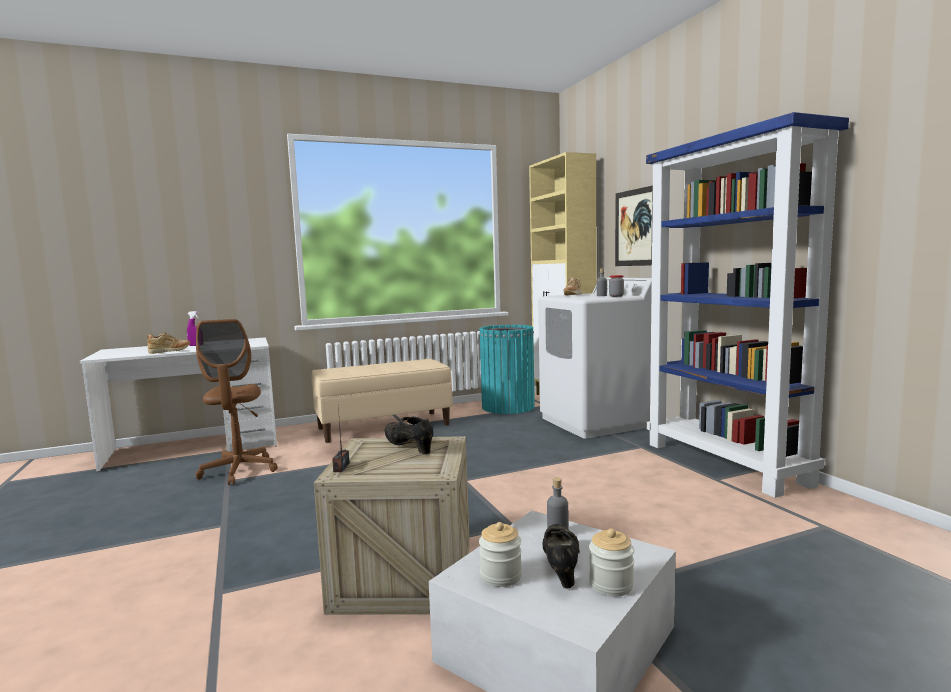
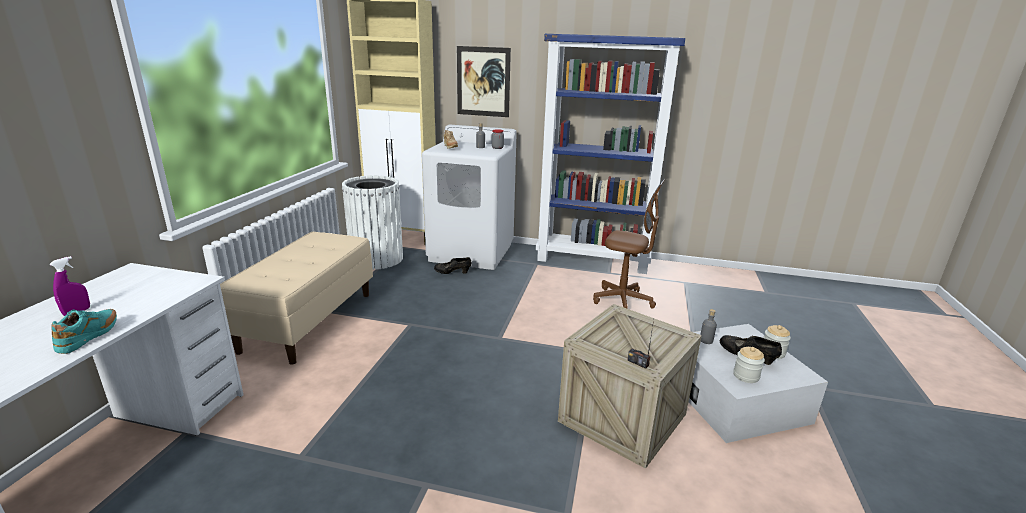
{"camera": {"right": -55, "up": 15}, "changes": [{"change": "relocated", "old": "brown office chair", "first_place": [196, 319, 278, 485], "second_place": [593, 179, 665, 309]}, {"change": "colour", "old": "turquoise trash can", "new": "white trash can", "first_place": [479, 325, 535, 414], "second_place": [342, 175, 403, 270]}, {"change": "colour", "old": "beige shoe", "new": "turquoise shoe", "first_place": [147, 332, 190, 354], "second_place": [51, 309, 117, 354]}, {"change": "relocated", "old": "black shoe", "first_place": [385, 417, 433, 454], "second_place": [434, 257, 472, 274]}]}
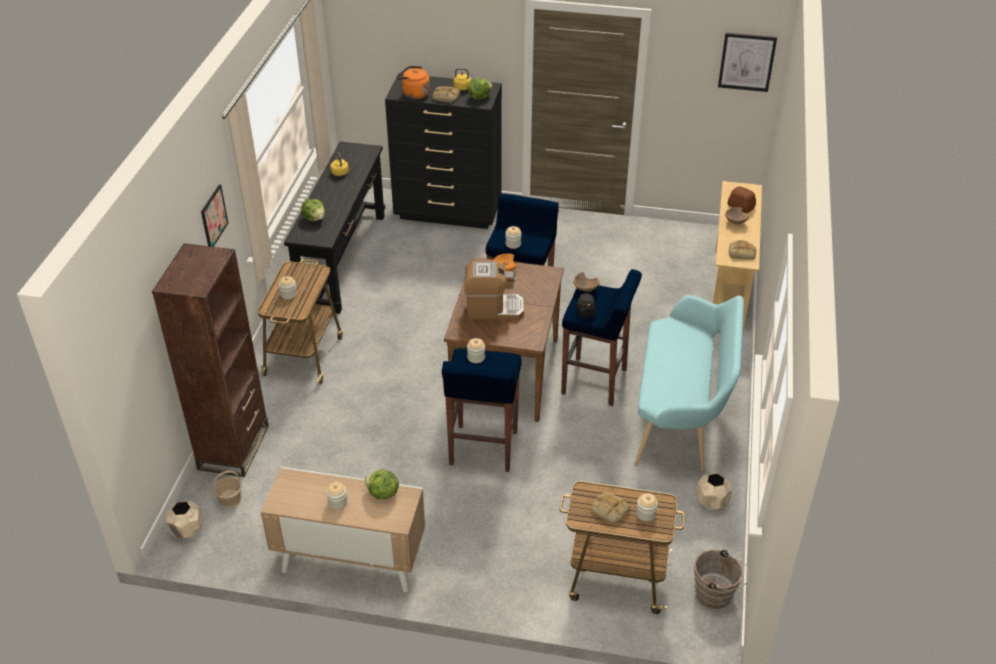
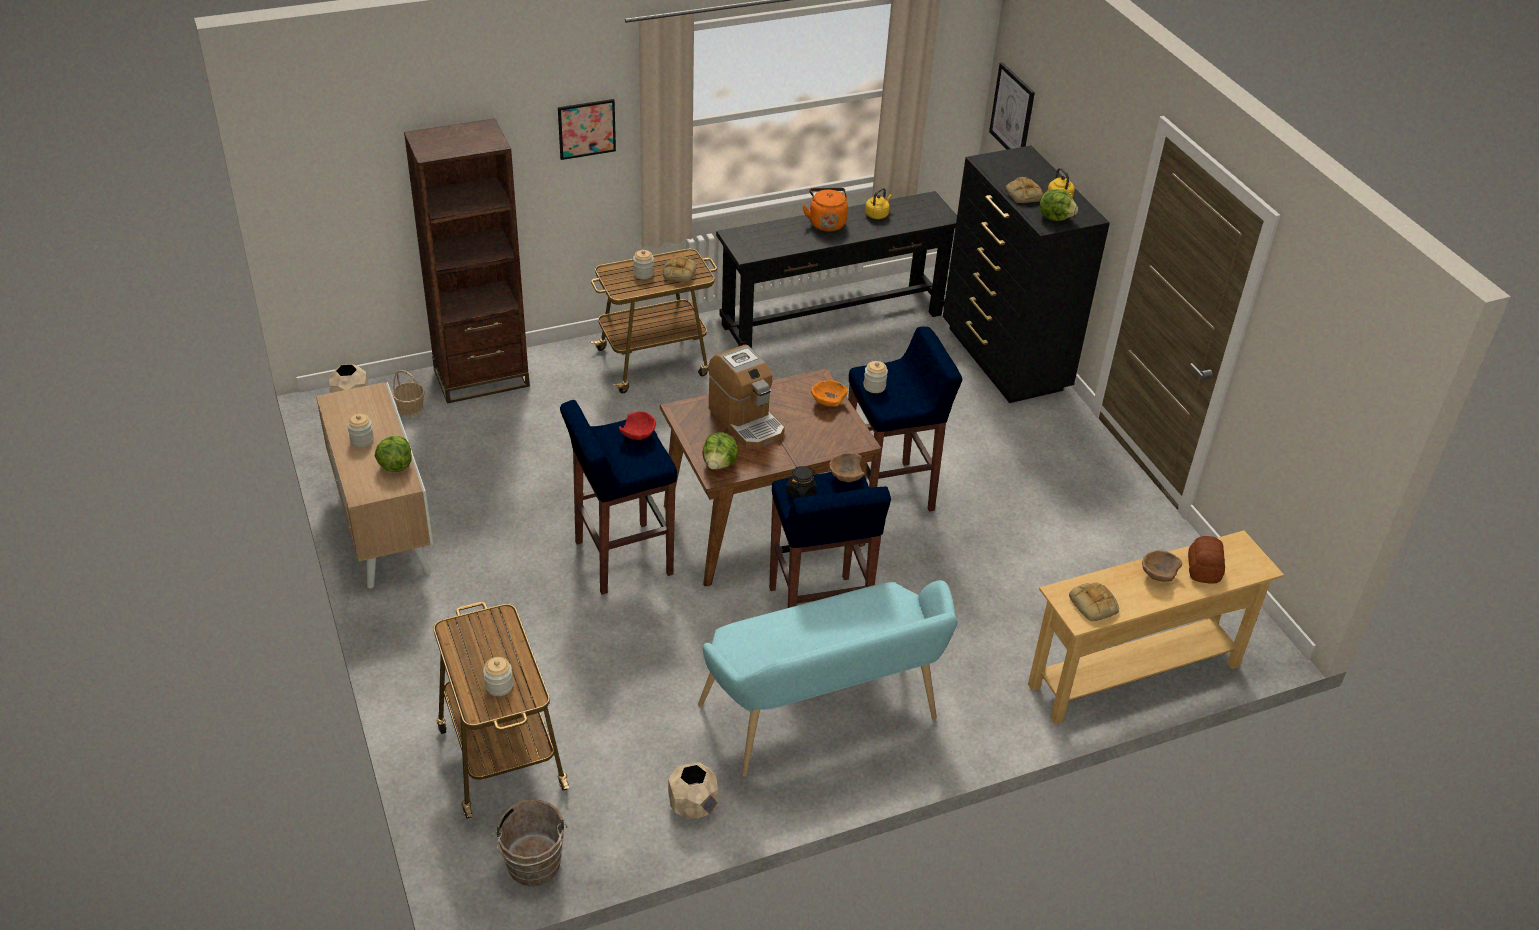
{"camera": {"right": 55, "up": 0}, "changes": [{"change": "relocated", "old": "picture", "first_place": [718, 33, 777, 92], "second_place": [989, 62, 1035, 150]}, {"change": "relocated", "old": "orange kettle", "first_place": [396, 66, 430, 99], "second_place": [802, 188, 848, 232]}, {"change": "relocated", "old": "lettuce", "first_place": [301, 199, 325, 221], "second_place": [702, 432, 739, 470]}, {"change": "exchanged", "old": "jar", "new": "red bowl", "first_place": [467, 338, 485, 363], "second_place": [619, 411, 656, 440]}, {"change": "relocated", "old": "bread", "first_place": [590, 492, 630, 524], "second_place": [663, 256, 696, 283]}]}
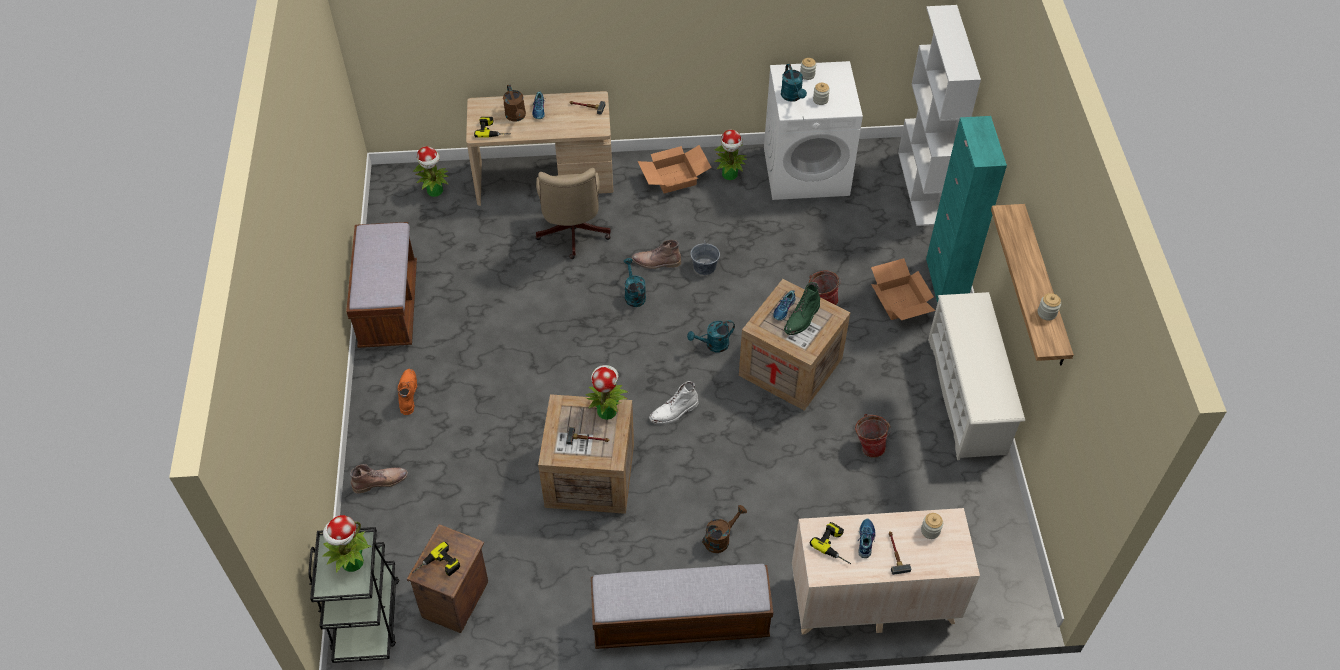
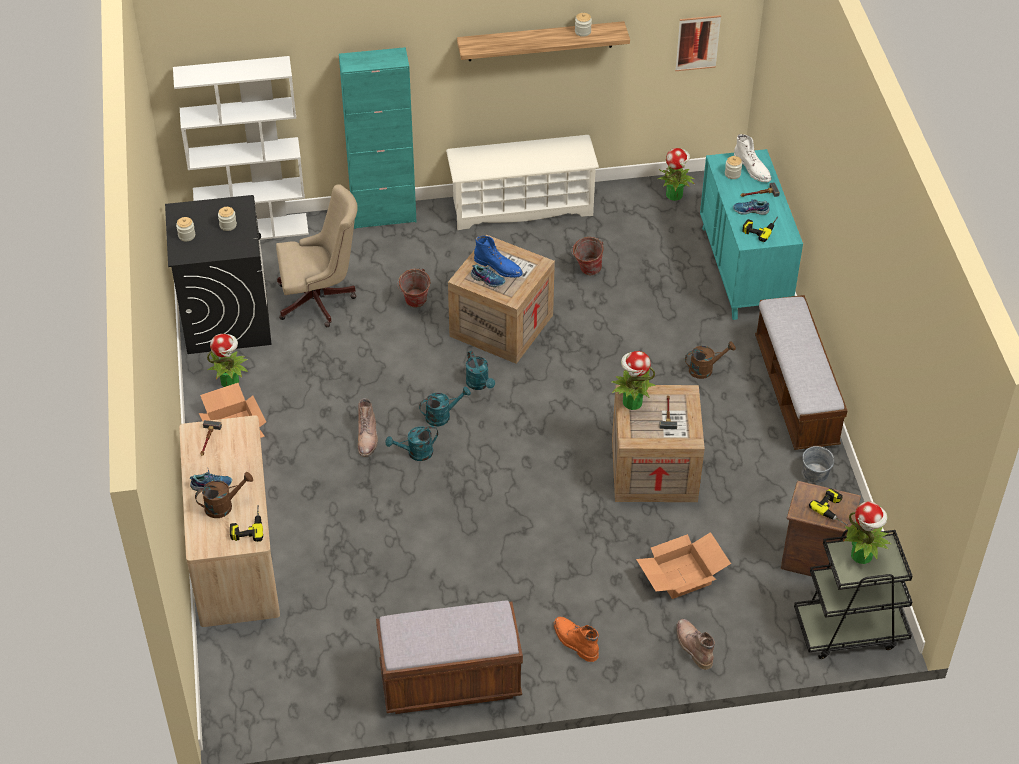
{"camera": {"right": -95, "up": -5}, "changes": [{"change": "colour", "old": "white washing machine", "new": "black washing machine", "first_place": [764, 61, 863, 200], "second_place": [165, 195, 271, 354]}, {"change": "relocated", "old": "turquoise watering can", "first_place": [781, 64, 807, 102], "second_place": [419, 386, 471, 426]}, {"change": "relocated", "old": "potted plant", "first_place": [413, 146, 449, 197], "second_place": [658, 148, 694, 201]}, {"change": "relocated", "old": "beige office chair", "first_place": [535, 168, 611, 259], "second_place": [276, 184, 358, 327]}, {"change": "relocated", "old": "grey bucket", "first_place": [690, 243, 720, 275], "second_place": [802, 446, 834, 483]}, {"change": "relocated", "old": "cardboard box", "first_place": [871, 258, 935, 320], "second_place": [636, 532, 731, 599]}, {"change": "colour", "old": "green boot", "new": "blue boot", "first_place": [784, 282, 820, 335], "second_place": [474, 236, 523, 278]}, {"change": "spun", "old": "orange boot", "first_place": [398, 369, 417, 415], "second_place": [554, 617, 599, 662], "degrees": 60}, {"change": "relocated", "old": "white boot", "first_place": [649, 381, 699, 424], "second_place": [734, 134, 772, 183]}, {"change": "spun", "old": "brown watering can", "first_place": [702, 505, 747, 553], "second_place": [685, 342, 736, 379], "degrees": 120}, {"change": "colour", "old": "beige dresser", "new": "turquoise dresser", "first_place": [792, 508, 980, 634], "second_place": [700, 149, 803, 320]}, {"change": "appeared", "new": "picture", "second_place": [675, 15, 721, 71]}]}
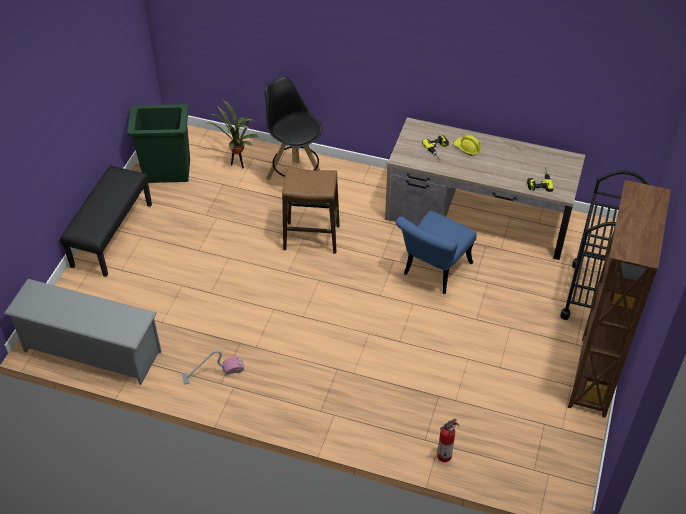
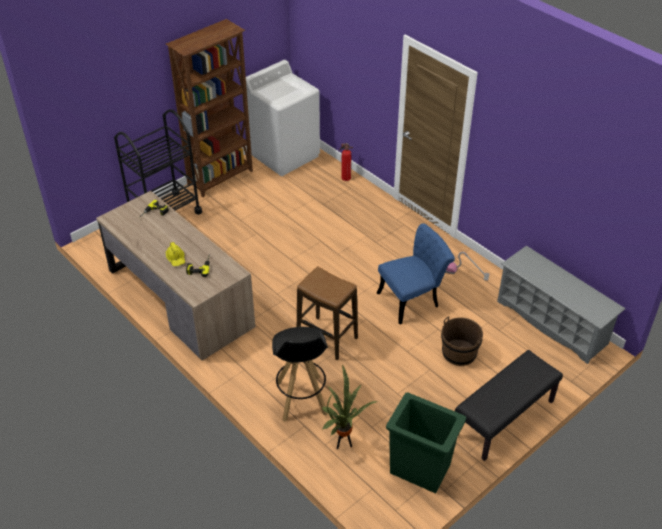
{"camera": {"right": -150, "up": -5}, "changes": [{"change": "relocated", "old": "blue chair", "first_place": [396, 211, 477, 294], "second_place": [377, 223, 455, 325]}, {"change": "appeared", "new": "white washing machine", "second_place": [246, 60, 320, 176]}, {"change": "appeared", "new": "brown bucket", "second_place": [441, 316, 483, 366]}]}
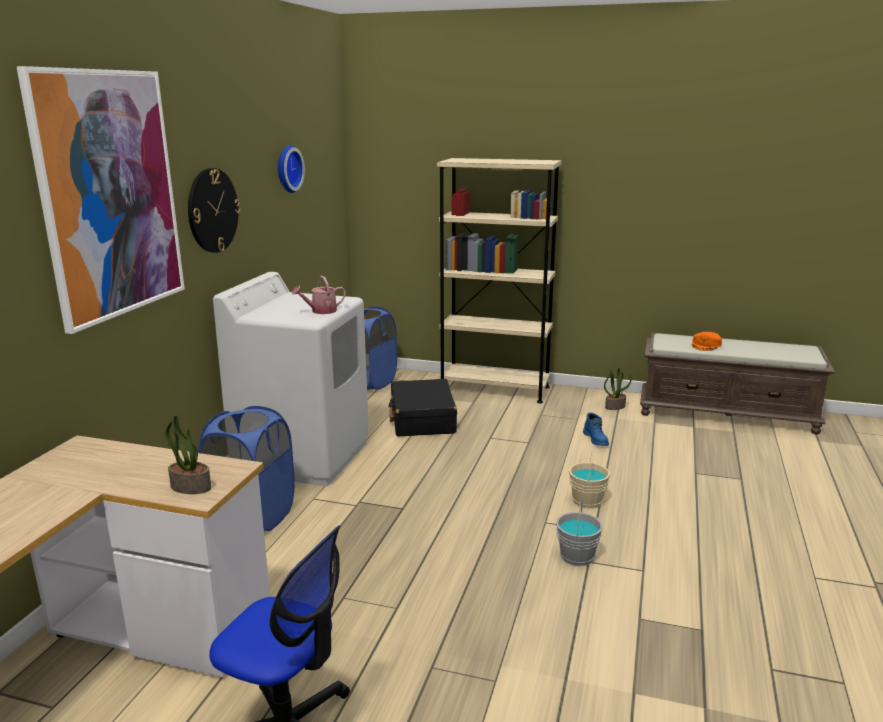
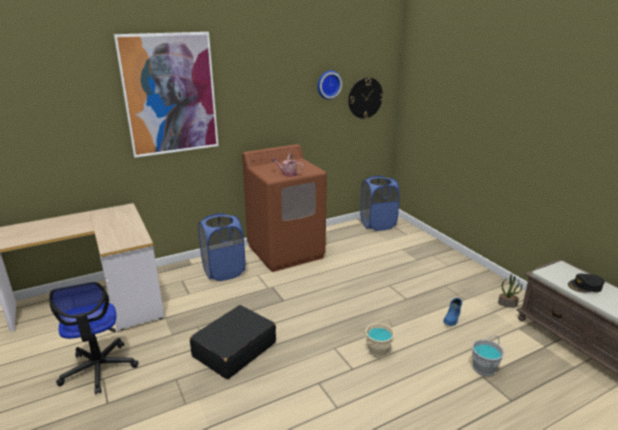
{"camera": {"right": 45, "up": 5}, "changes": [{"change": "missing", "old": "beige bookcase", "first_place": [437, 158, 561, 403]}, {"change": "relocated", "old": "wall clock", "first_place": [188, 168, 241, 253], "second_place": [348, 77, 383, 119]}, {"change": "colour", "old": "white washing machine", "new": "brown washing machine", "first_place": [213, 272, 369, 486], "second_place": [242, 144, 327, 272]}, {"change": "colour", "old": "orange cap", "new": "black cap", "first_place": [692, 332, 722, 351], "second_place": [568, 274, 605, 293]}, {"change": "relocated", "old": "black suitcase", "first_place": [389, 379, 457, 436], "second_place": [190, 305, 276, 379]}, {"change": "missing", "old": "potted plant", "first_place": [165, 414, 211, 494]}, {"change": "relocated", "old": "grey bucket", "first_place": [556, 500, 603, 566], "second_place": [472, 336, 504, 377]}]}
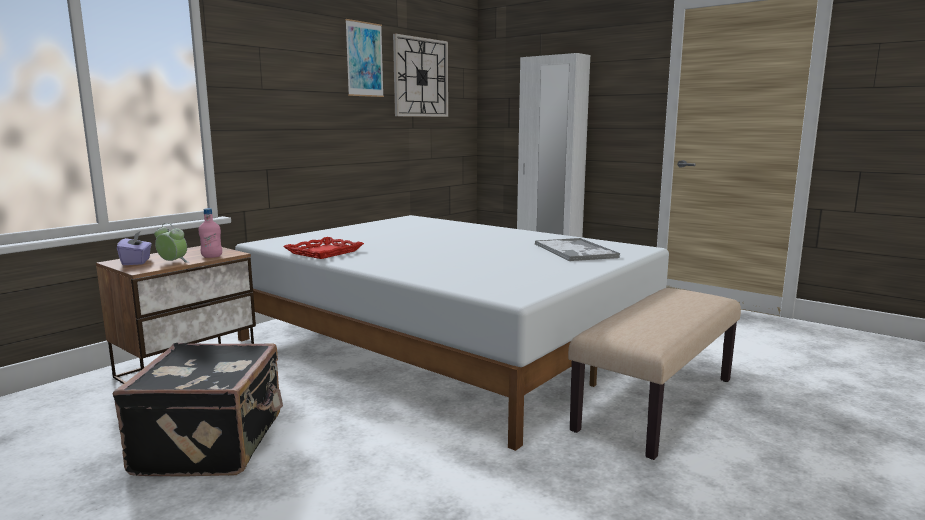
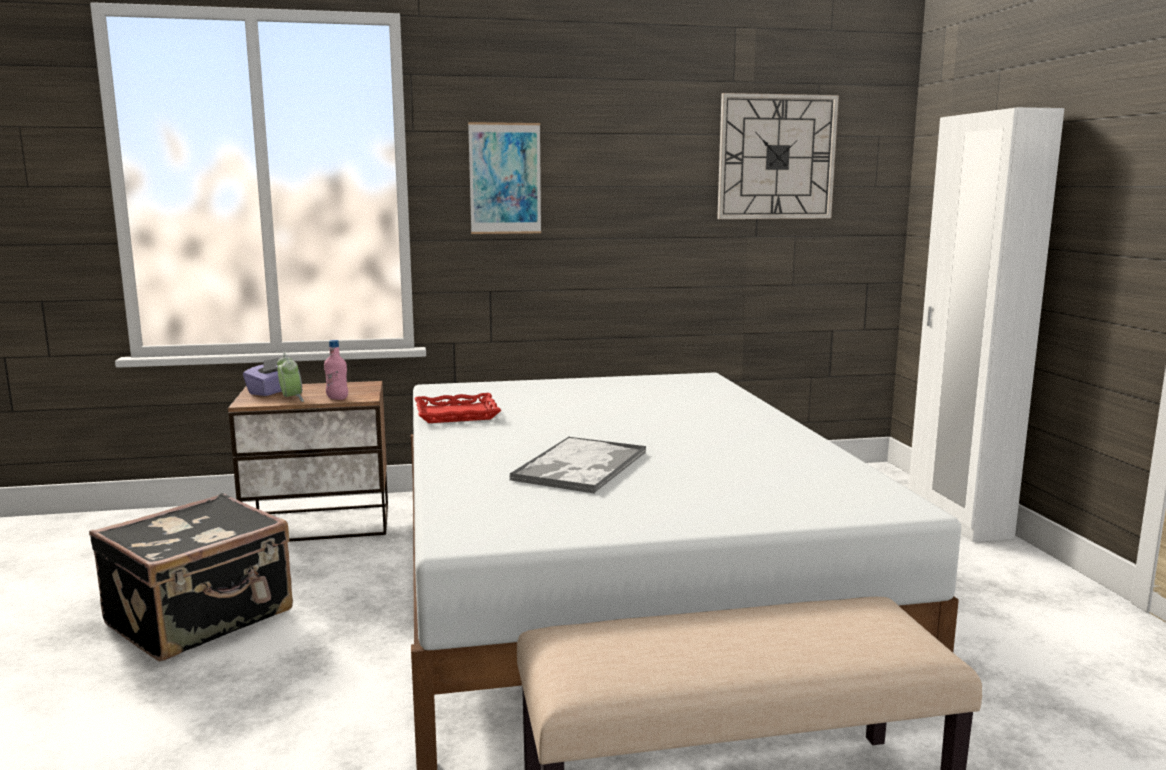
{"camera": {"right": 40, "up": 0}, "changes": [{"change": "relocated", "old": "picture", "first_place": [345, 19, 384, 97], "second_place": [468, 122, 541, 234]}, {"change": "relocated", "old": "tray", "first_place": [535, 238, 620, 261], "second_place": [509, 437, 646, 494]}]}
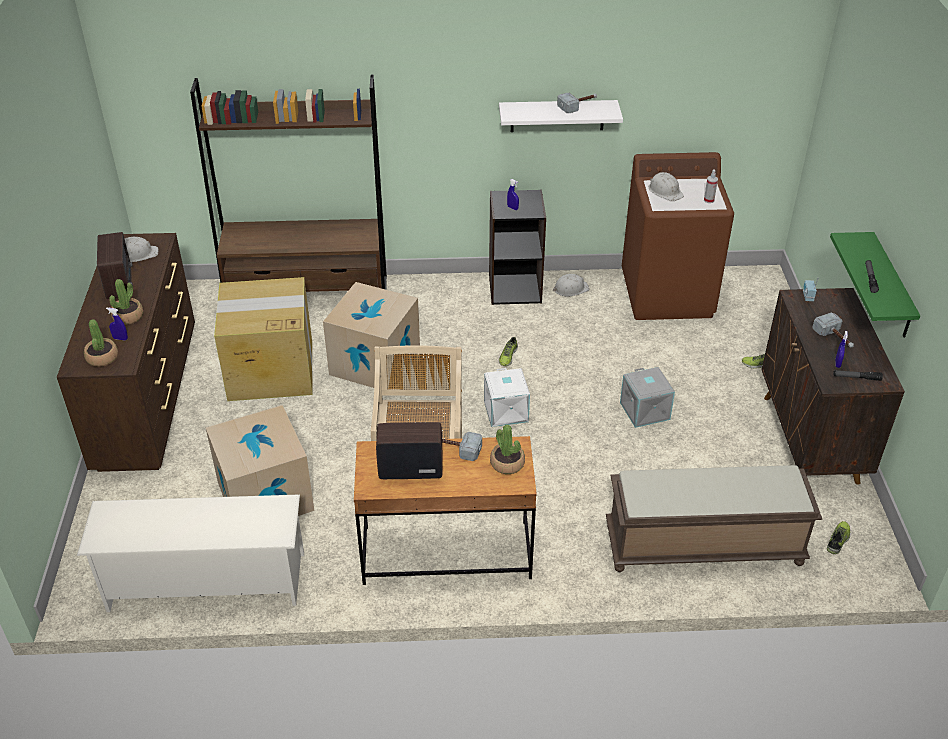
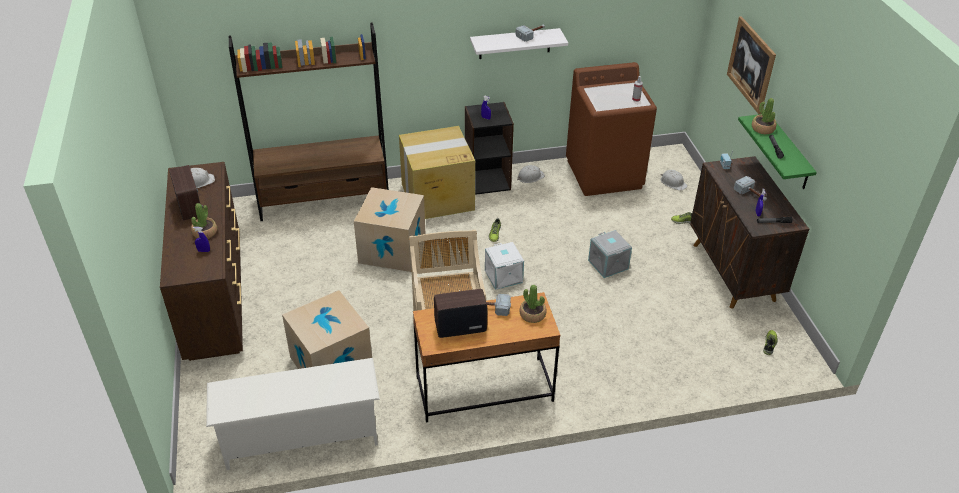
{"camera": {"right": -10, "up": 0}, "changes": [{"change": "relocated", "old": "white hard hat", "first_place": [649, 172, 684, 201], "second_place": [661, 170, 688, 191]}, {"change": "relocated", "old": "cardboard box", "first_place": [214, 277, 312, 401], "second_place": [399, 126, 475, 219]}, {"change": "relocated", "old": "potted plant", "first_place": [84, 319, 118, 367], "second_place": [752, 98, 777, 134]}, {"change": "missing", "old": "brown bench", "first_place": [606, 465, 822, 572]}, {"change": "appeared", "new": "picture", "second_place": [727, 16, 776, 114]}]}
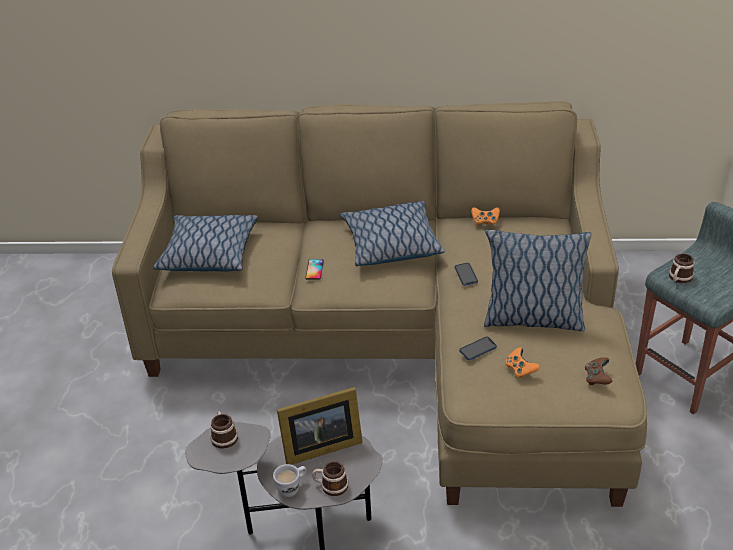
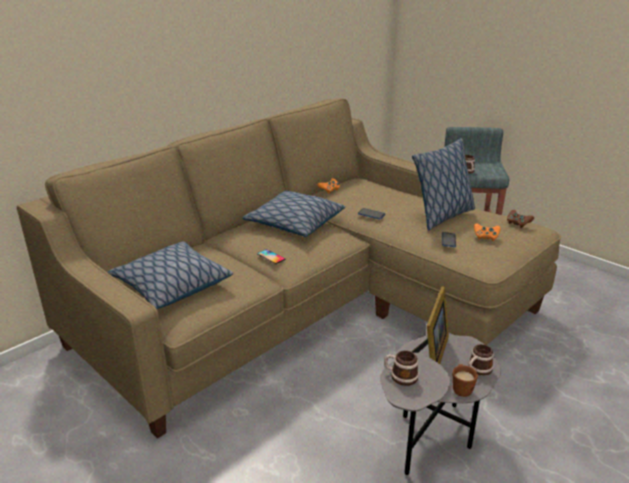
{"camera": {"right": -50, "up": -10}, "changes": [{"change": "colour", "old": "white mug", "new": "brown mug", "first_place": [273, 464, 306, 497], "second_place": [452, 364, 478, 397]}]}
